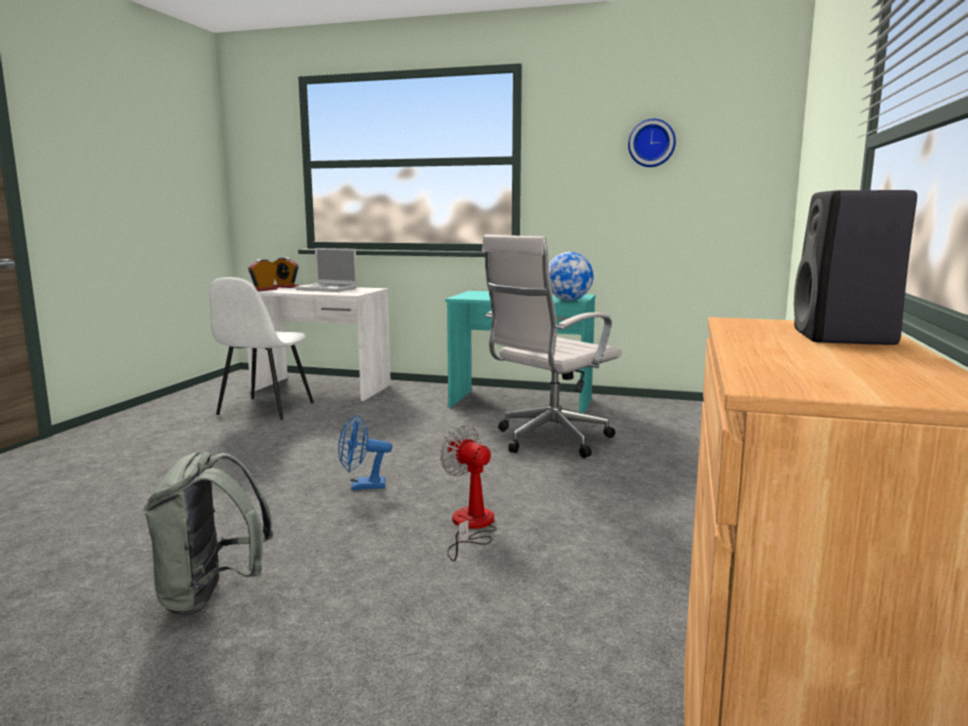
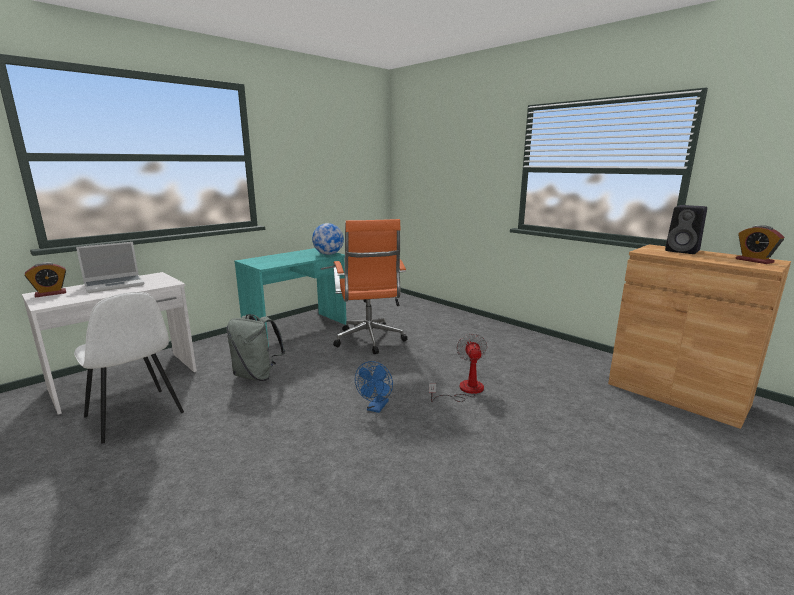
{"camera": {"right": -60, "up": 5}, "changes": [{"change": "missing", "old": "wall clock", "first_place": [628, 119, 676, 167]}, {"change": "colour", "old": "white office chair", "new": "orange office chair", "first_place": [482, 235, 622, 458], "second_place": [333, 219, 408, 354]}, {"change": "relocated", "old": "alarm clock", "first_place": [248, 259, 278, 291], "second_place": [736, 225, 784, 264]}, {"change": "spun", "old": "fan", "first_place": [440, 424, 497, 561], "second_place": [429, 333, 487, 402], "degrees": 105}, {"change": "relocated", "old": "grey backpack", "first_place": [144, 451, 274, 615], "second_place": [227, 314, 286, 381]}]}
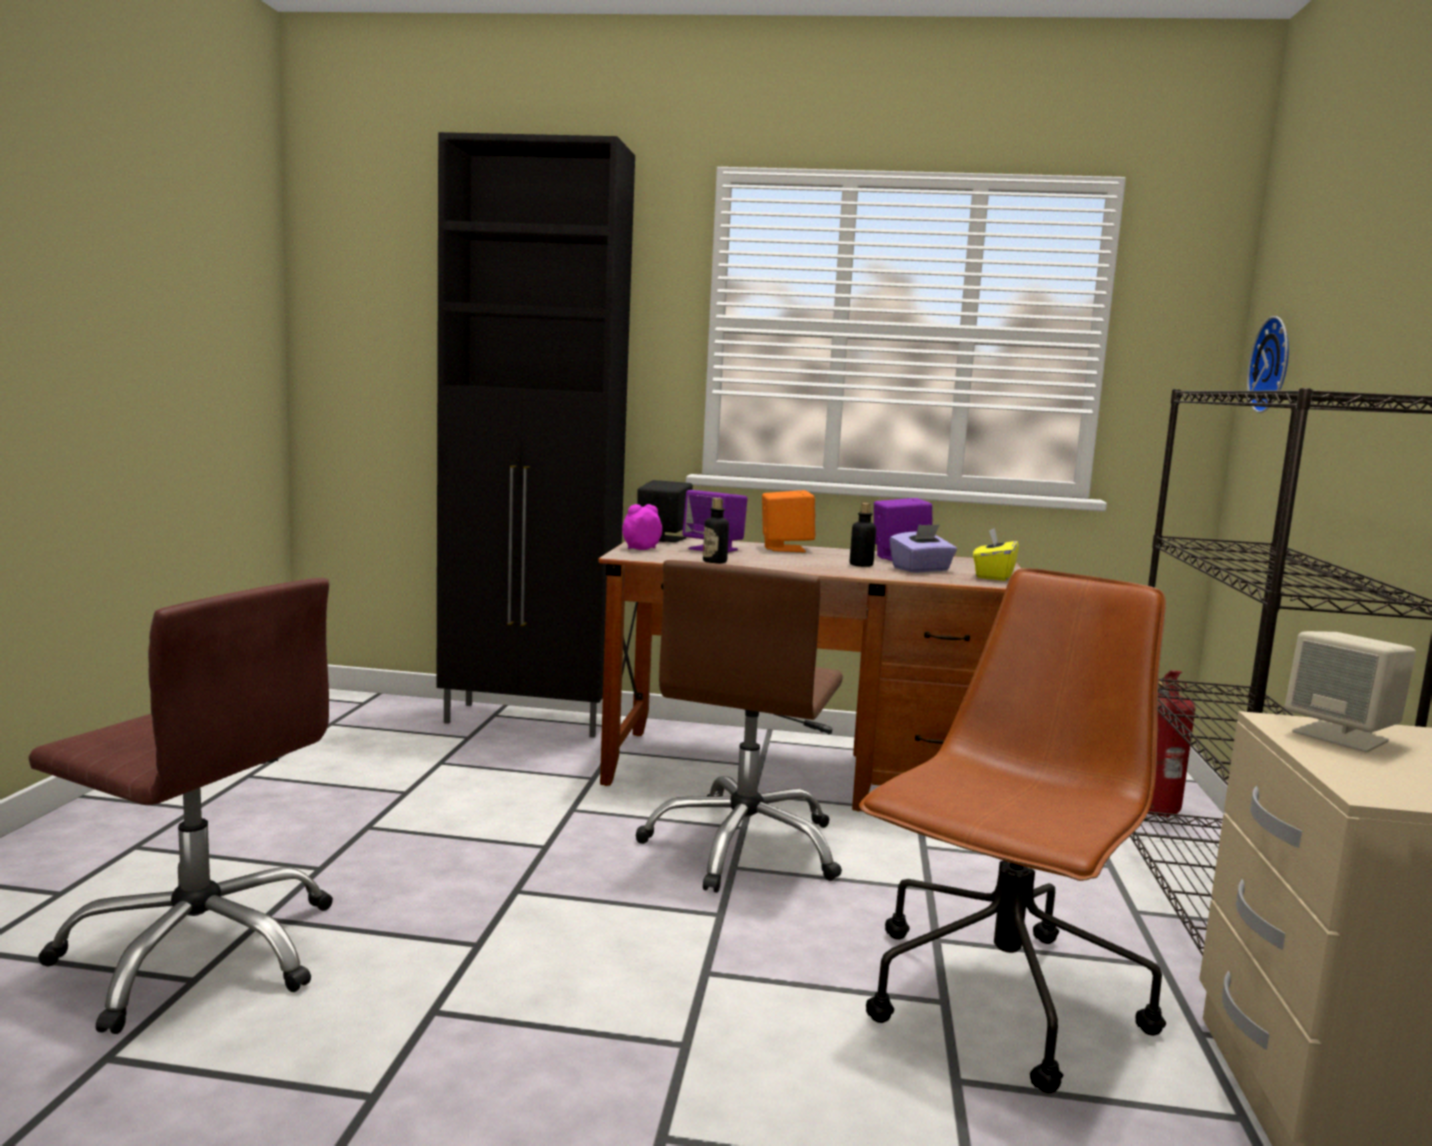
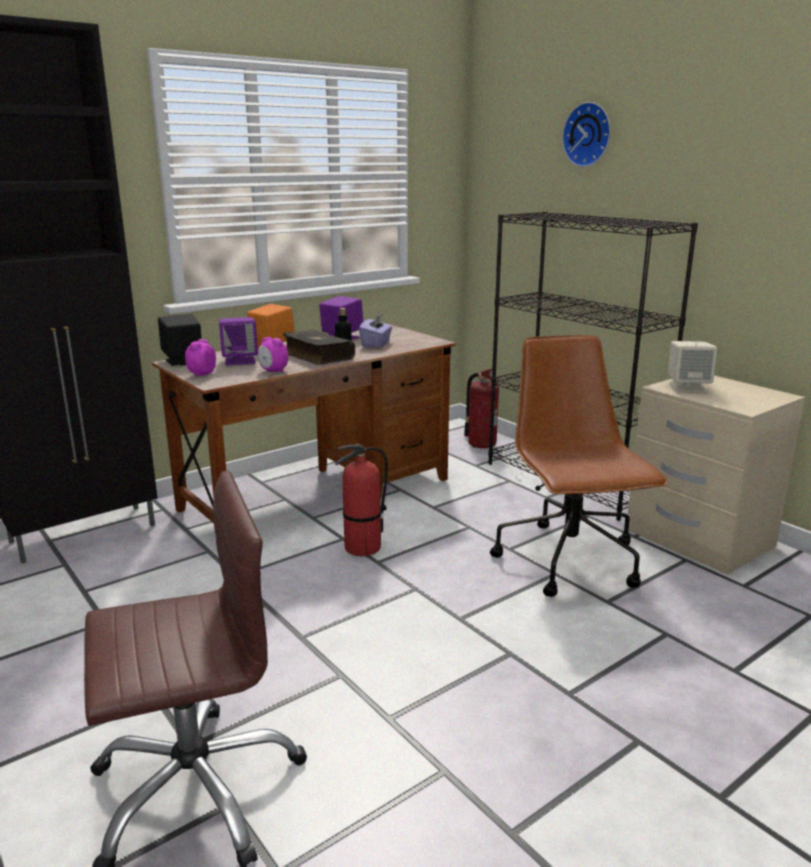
{"camera": {"right": -45, "up": 10}, "changes": [{"change": "relocated", "old": "wall clock", "first_place": [1247, 316, 1289, 413], "second_place": [562, 102, 611, 167]}, {"change": "exchanged", "old": "bottle", "new": "alarm clock", "first_place": [703, 498, 729, 564], "second_place": [258, 337, 288, 372]}, {"change": "missing", "old": "yellow tissue box", "first_place": [973, 527, 1019, 581]}, {"change": "exchanged", "old": "brown office chair", "new": "fire extinguisher", "first_place": [636, 560, 843, 893], "second_place": [335, 444, 388, 556]}, {"change": "appeared", "new": "book", "second_place": [283, 330, 355, 365]}]}
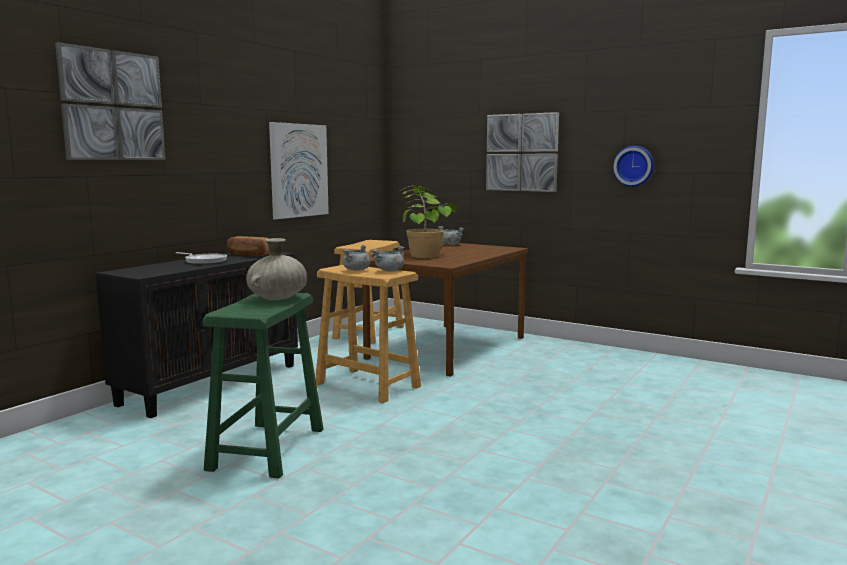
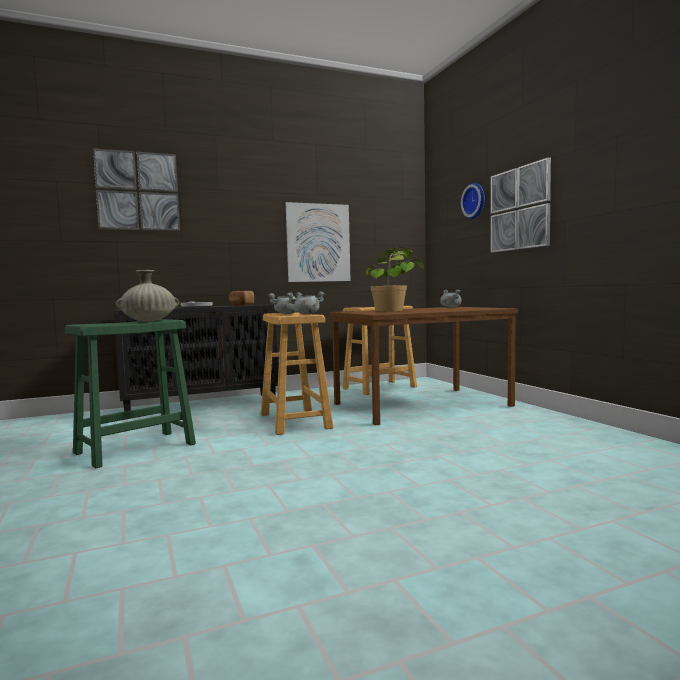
{"camera": {"right": 35, "up": -5}, "changes": [{"change": "relocated", "old": "wall clock", "first_place": [613, 146, 654, 187], "second_place": [461, 183, 485, 219]}]}
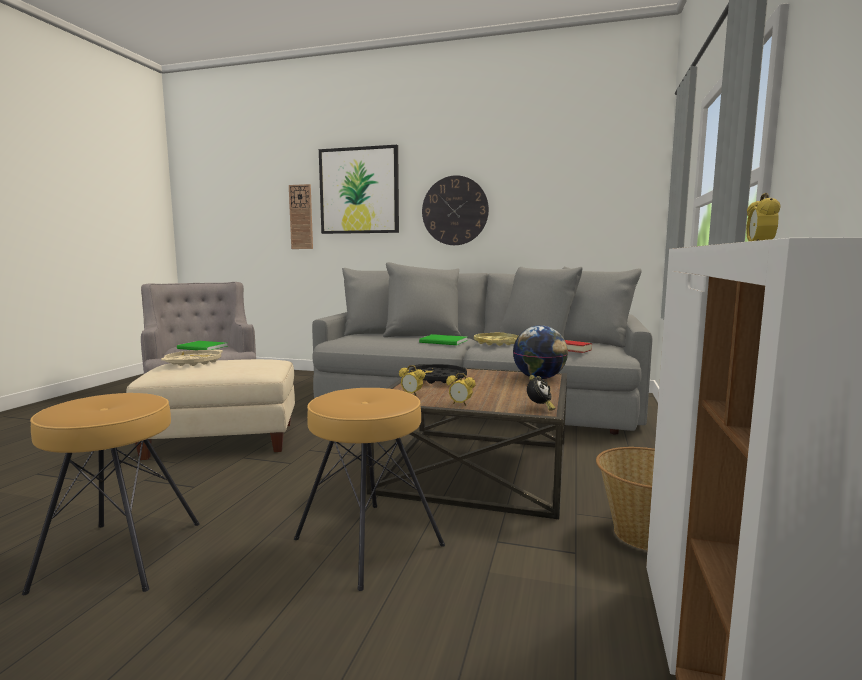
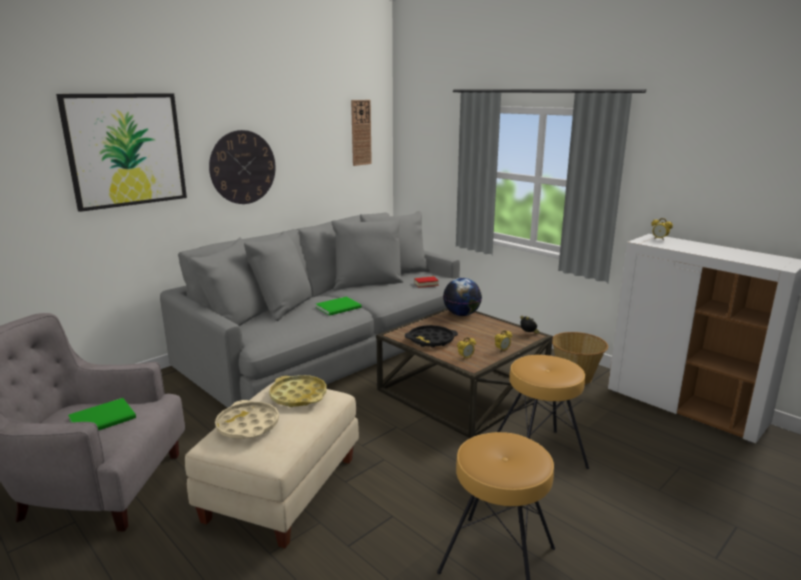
{"camera": {"right": -60, "up": 10}, "changes": [{"change": "relocated", "old": "wall clock", "first_place": [289, 184, 313, 249], "second_place": [351, 100, 372, 166]}, {"change": "relocated", "old": "yellow tray", "first_place": [474, 332, 518, 346], "second_place": [269, 375, 327, 407]}]}
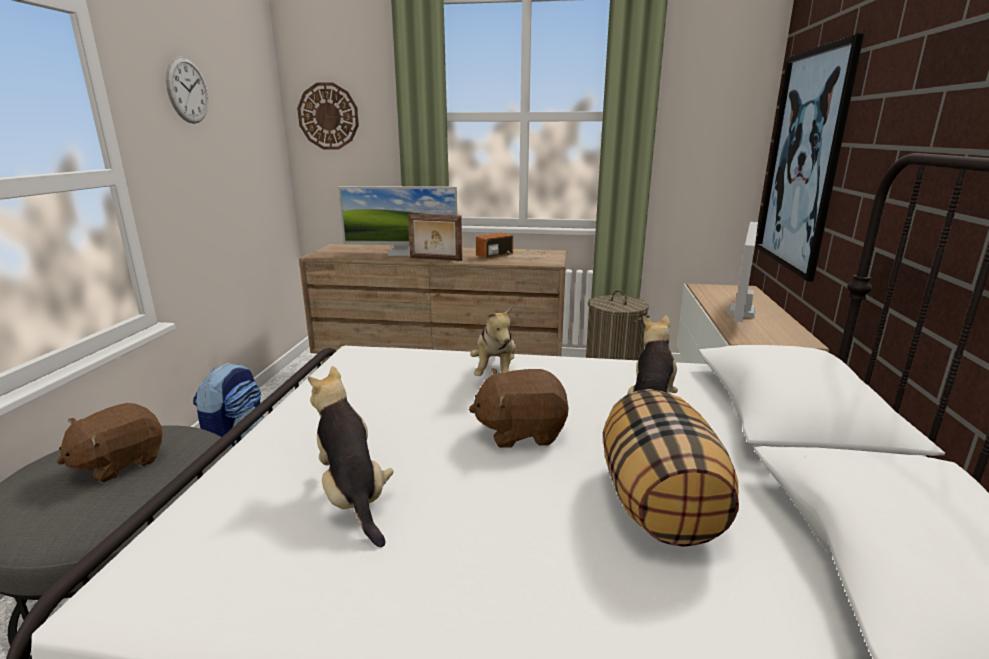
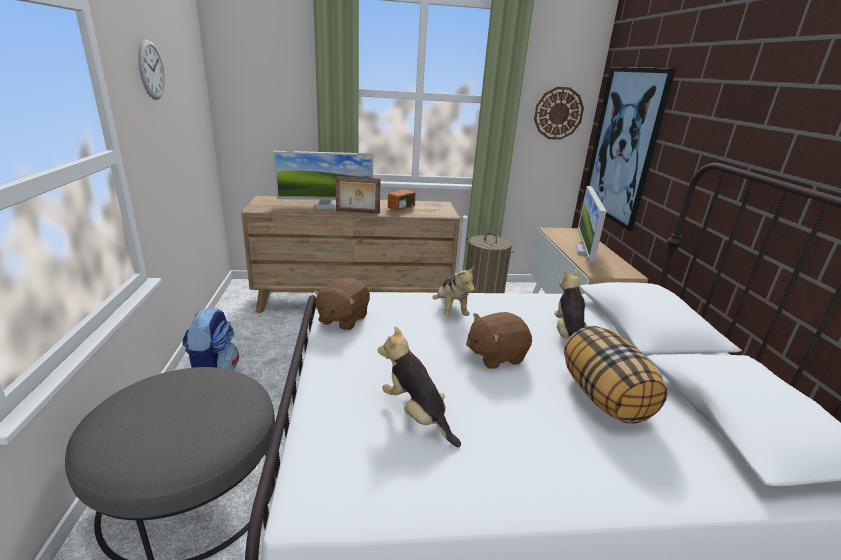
{"camera": {"right": -15, "up": 5}, "changes": [{"change": "relocated", "old": "wall clock", "first_place": [297, 82, 359, 150], "second_place": [534, 87, 584, 140]}, {"change": "relocated", "old": "brown plush toy", "first_place": [57, 403, 163, 483], "second_place": [313, 278, 370, 331]}]}
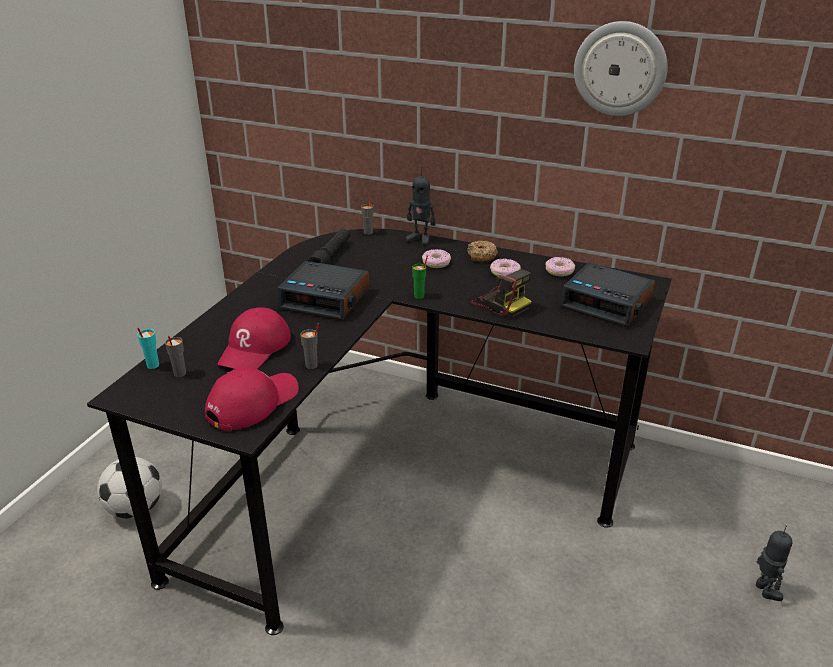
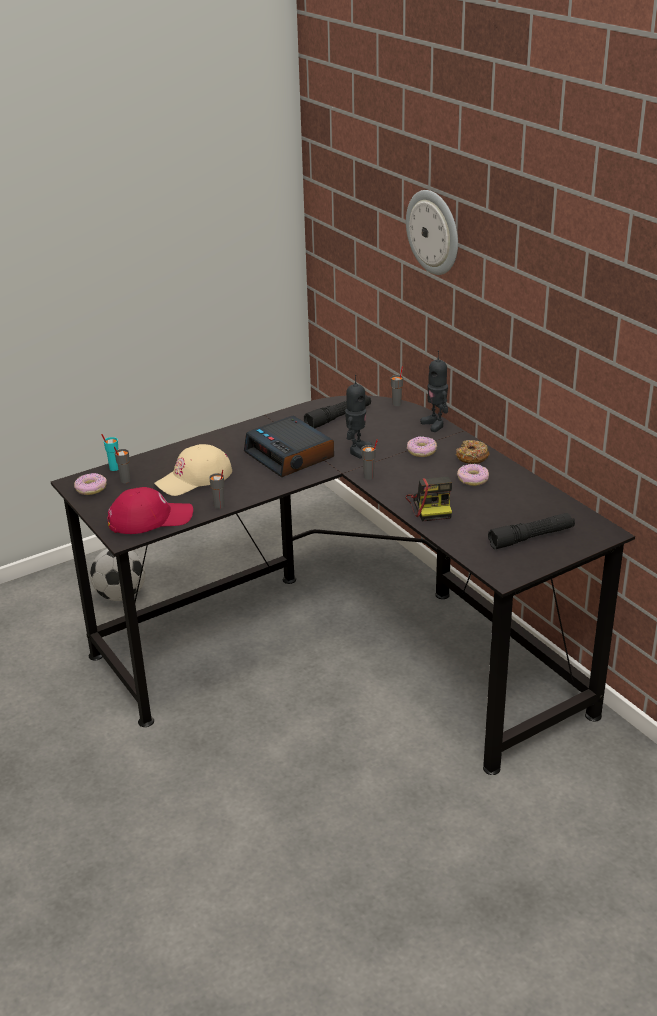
{"camera": {"right": 35, "up": 0}, "changes": [{"change": "relocated", "old": "wall clock", "first_place": [574, 21, 668, 116], "second_place": [406, 190, 458, 275]}, {"change": "colour", "old": "green cup", "new": "grey cup", "first_place": [412, 255, 428, 299], "second_place": [361, 439, 378, 480]}, {"change": "relocated", "old": "donut", "first_place": [545, 257, 575, 277], "second_place": [74, 473, 107, 495]}, {"change": "exchanged", "old": "alarm clock", "new": "black flashlight", "first_place": [560, 263, 655, 327], "second_place": [488, 513, 575, 549]}, {"change": "colour", "old": "red cap", "new": "beige cap", "first_place": [218, 307, 291, 369], "second_place": [154, 444, 232, 496]}, {"change": "relocated", "old": "toy robot", "first_place": [756, 525, 792, 601], "second_place": [345, 375, 372, 459]}]}
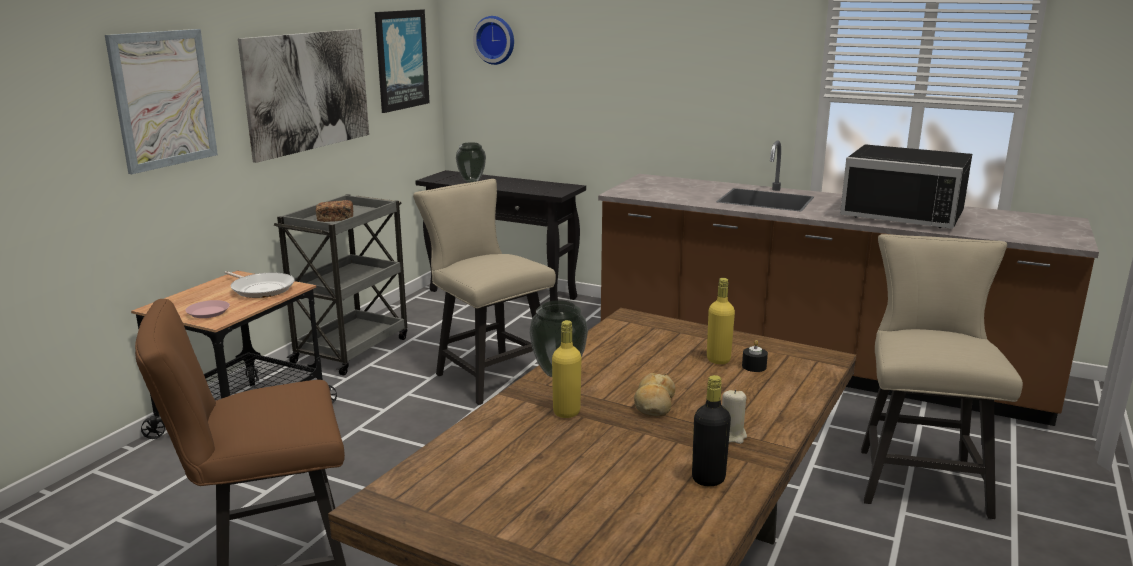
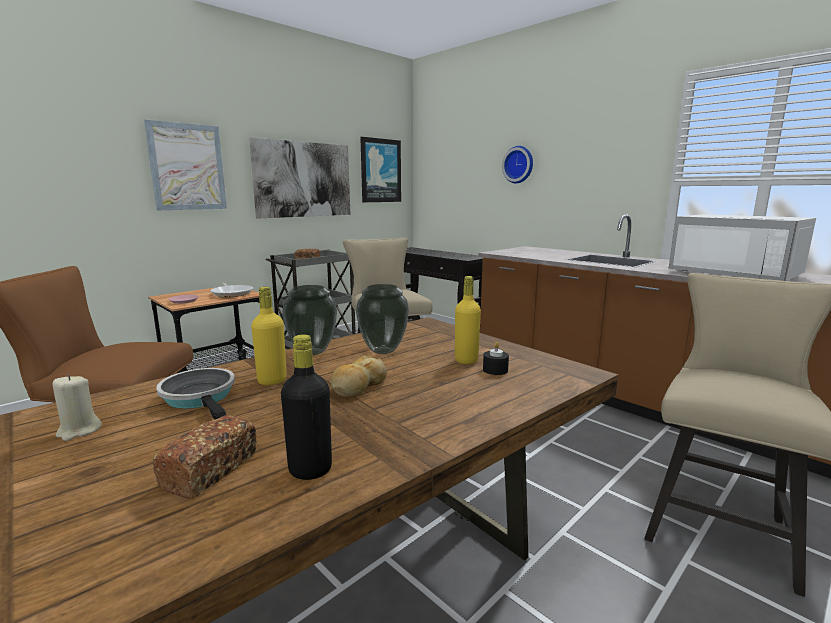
{"camera": {"right": 20, "up": -5}, "changes": [{"change": "relocated", "old": "wall clock", "first_place": [473, 16, 514, 65], "second_place": [502, 146, 533, 183]}, {"change": "relocated", "old": "vase", "first_place": [456, 142, 486, 183], "second_place": [356, 284, 409, 354]}, {"change": "colour", "old": "black microwave", "new": "white microwave", "first_place": [840, 144, 972, 229], "second_place": [669, 214, 816, 281]}, {"change": "relocated", "old": "beige candle", "first_place": [722, 389, 747, 444], "second_place": [53, 375, 102, 441]}, {"change": "appeared", "new": "frying pan", "second_place": [156, 368, 235, 420]}, {"change": "appeared", "new": "bread", "second_place": [153, 415, 257, 499]}]}
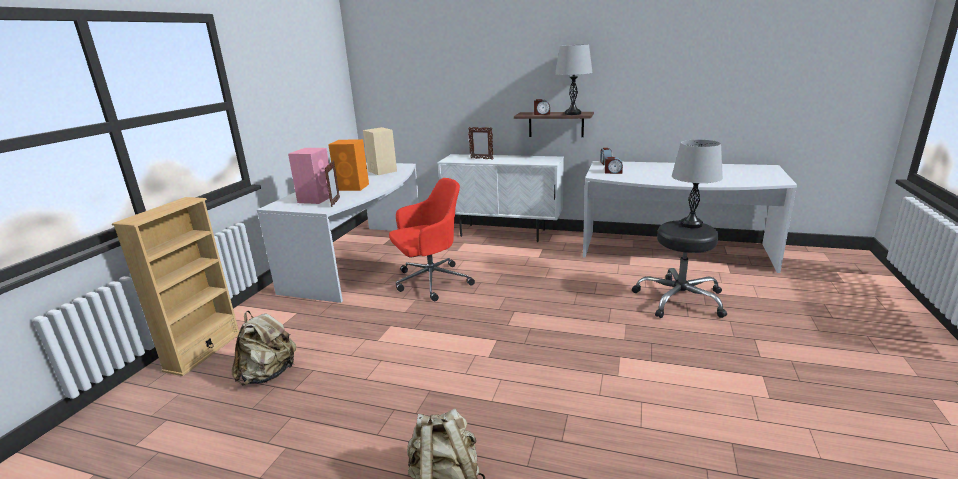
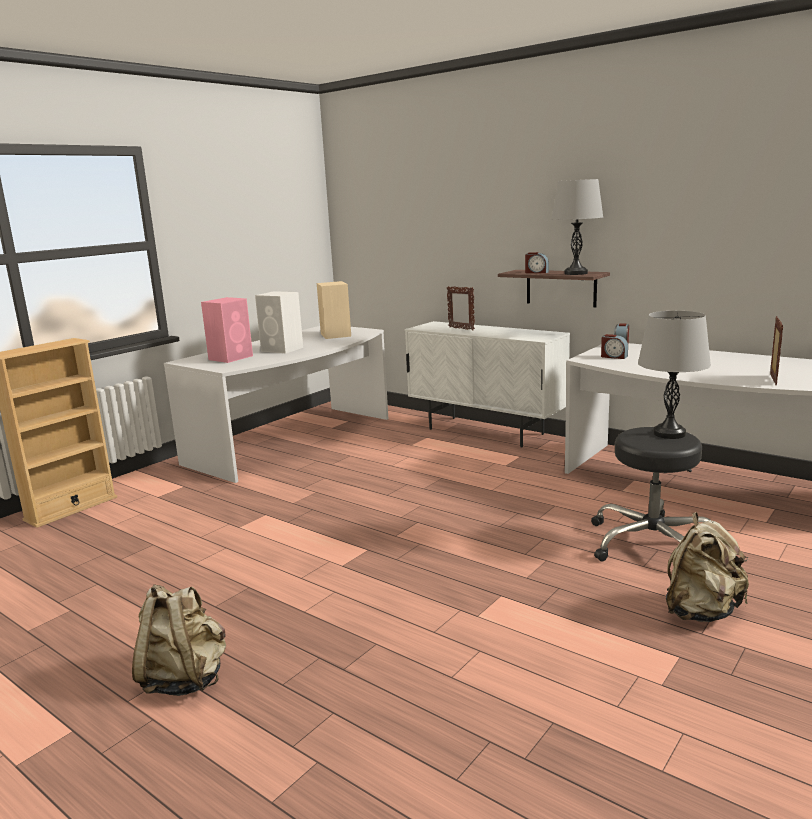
{"camera": {"right": 20, "up": -5}, "changes": [{"change": "colour", "old": "orange speaker", "new": "white speaker", "first_place": [328, 139, 369, 191], "second_place": [255, 291, 303, 353]}, {"change": "relocated", "old": "picture frame", "first_place": [325, 160, 340, 207], "second_place": [770, 316, 783, 385]}, {"change": "missing", "old": "red office chair", "first_place": [389, 178, 475, 301]}, {"change": "relocated", "old": "beige backpack", "first_place": [232, 311, 296, 386], "second_place": [666, 512, 749, 622]}]}
